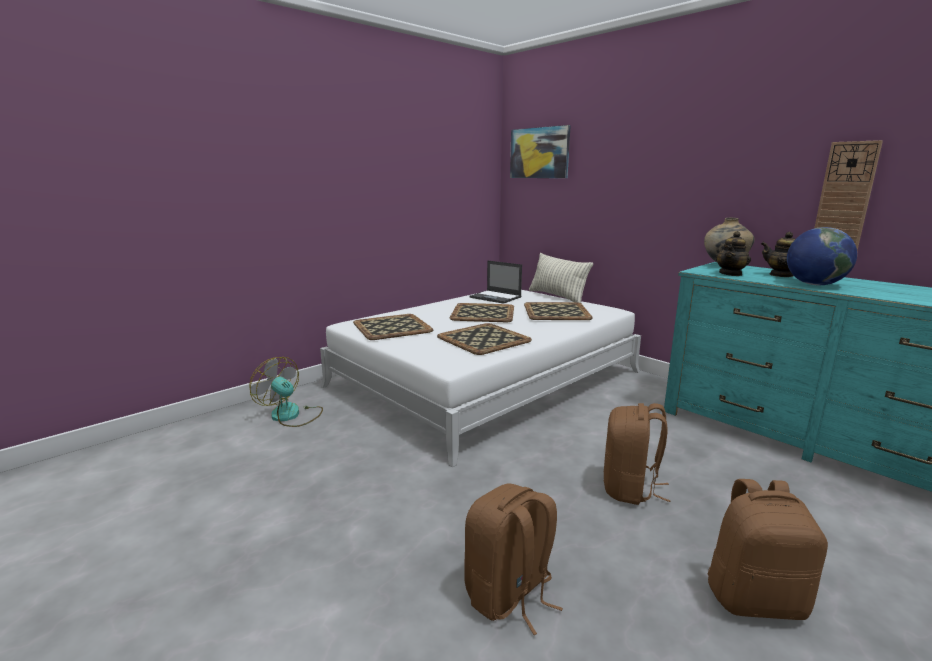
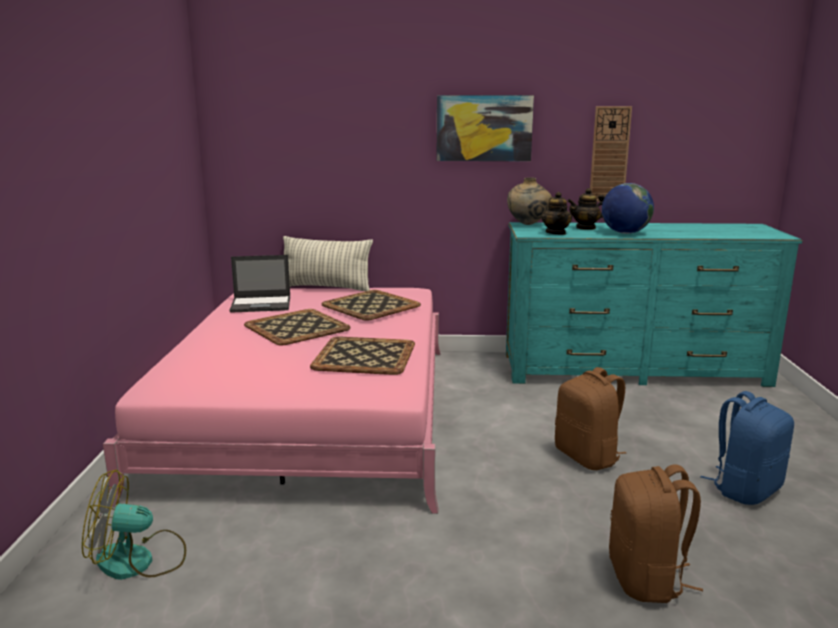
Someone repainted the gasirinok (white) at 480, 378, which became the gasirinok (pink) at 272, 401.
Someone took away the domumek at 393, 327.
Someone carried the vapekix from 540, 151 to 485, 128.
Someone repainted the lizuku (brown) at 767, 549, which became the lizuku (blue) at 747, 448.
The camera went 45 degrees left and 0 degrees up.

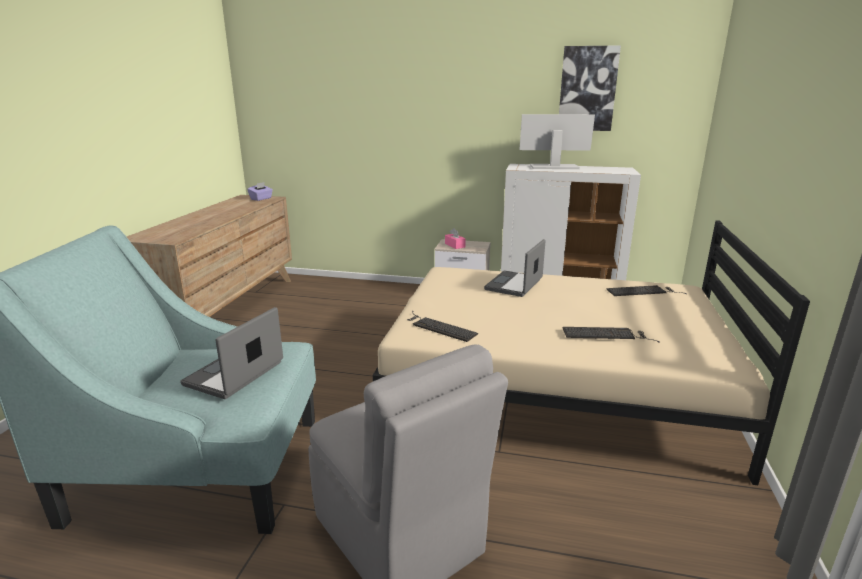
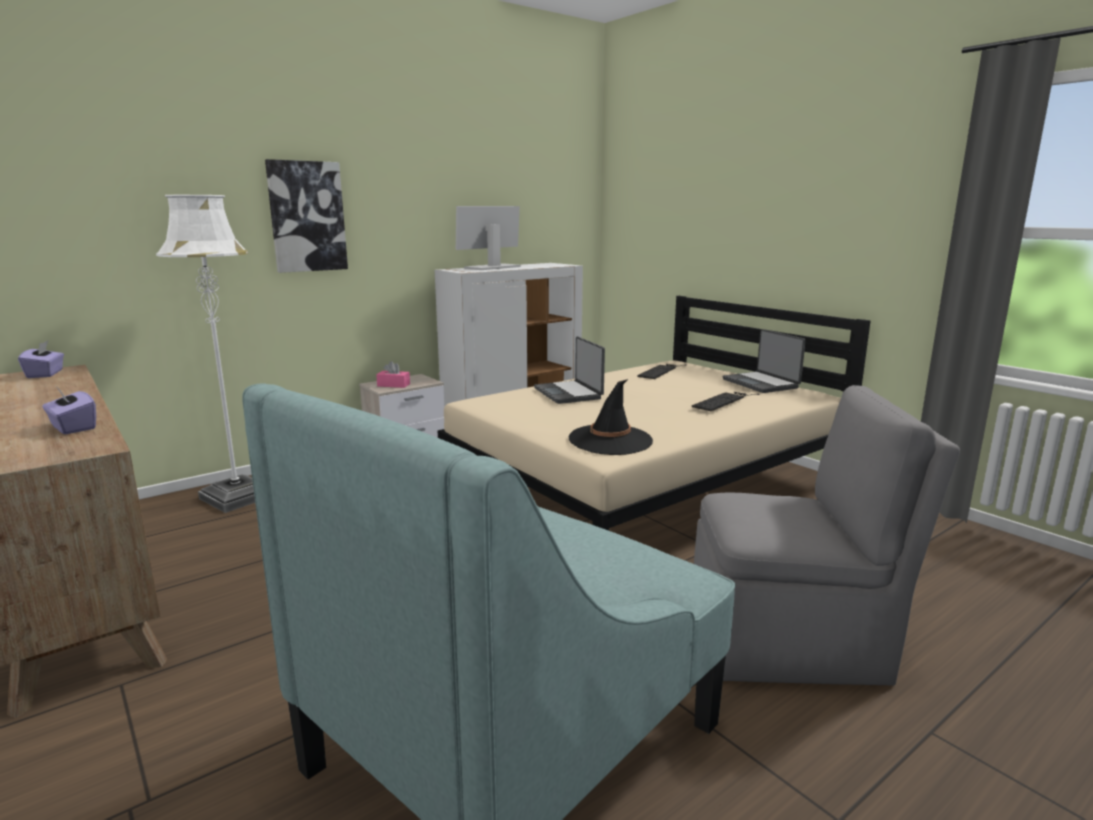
Someone carried the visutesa from 231, 353 to 764, 361.
Someone swapped the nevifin at 442, 326 for the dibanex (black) at 611, 417.
Someone carried the vapekix from 590, 88 to 306, 216.
Someone put down the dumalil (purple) at 69, 410.
Someone put down the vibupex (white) at 205, 354.
The camera went 50 degrees left and 5 degrees down.

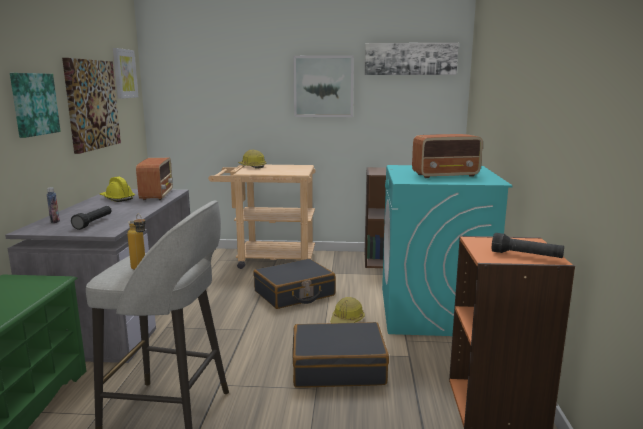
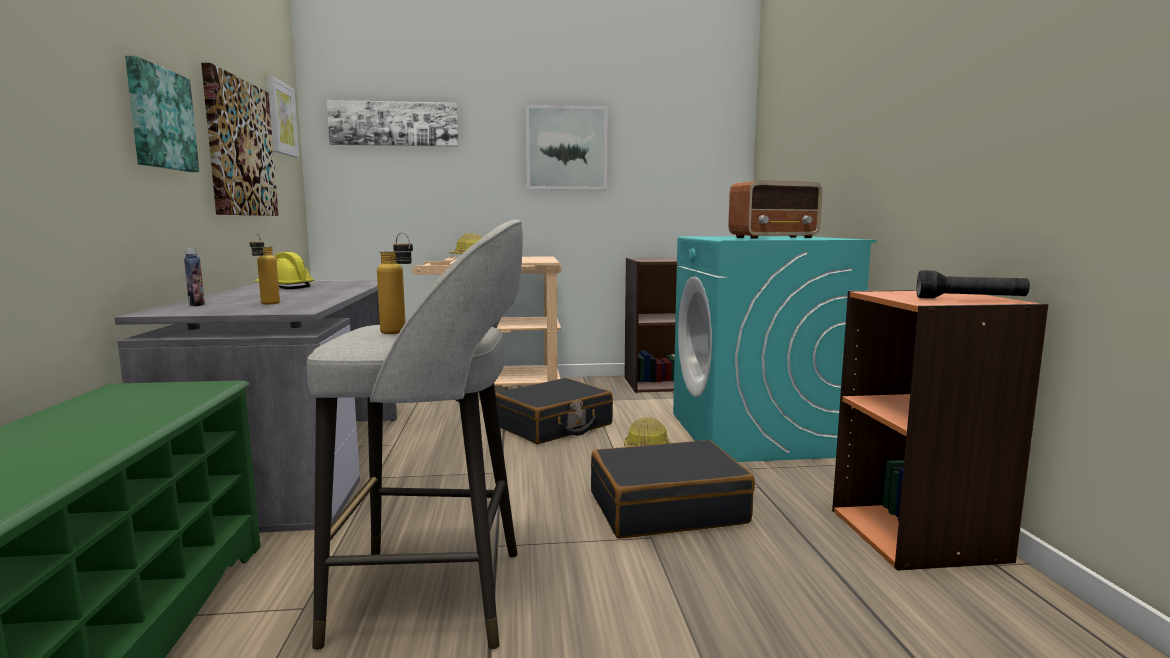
Someone swapped the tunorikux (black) at 91, 218 for the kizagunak at 264, 269.
Someone took away the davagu at 154, 179.
Someone carried the vapekix from 412, 59 to 392, 123.
The camera went 10 degrees left and 5 degrees down.

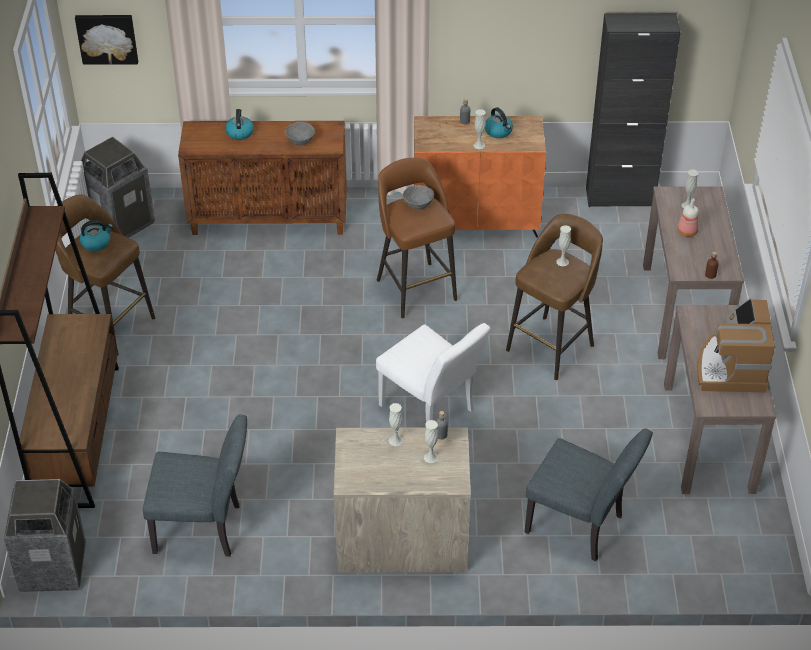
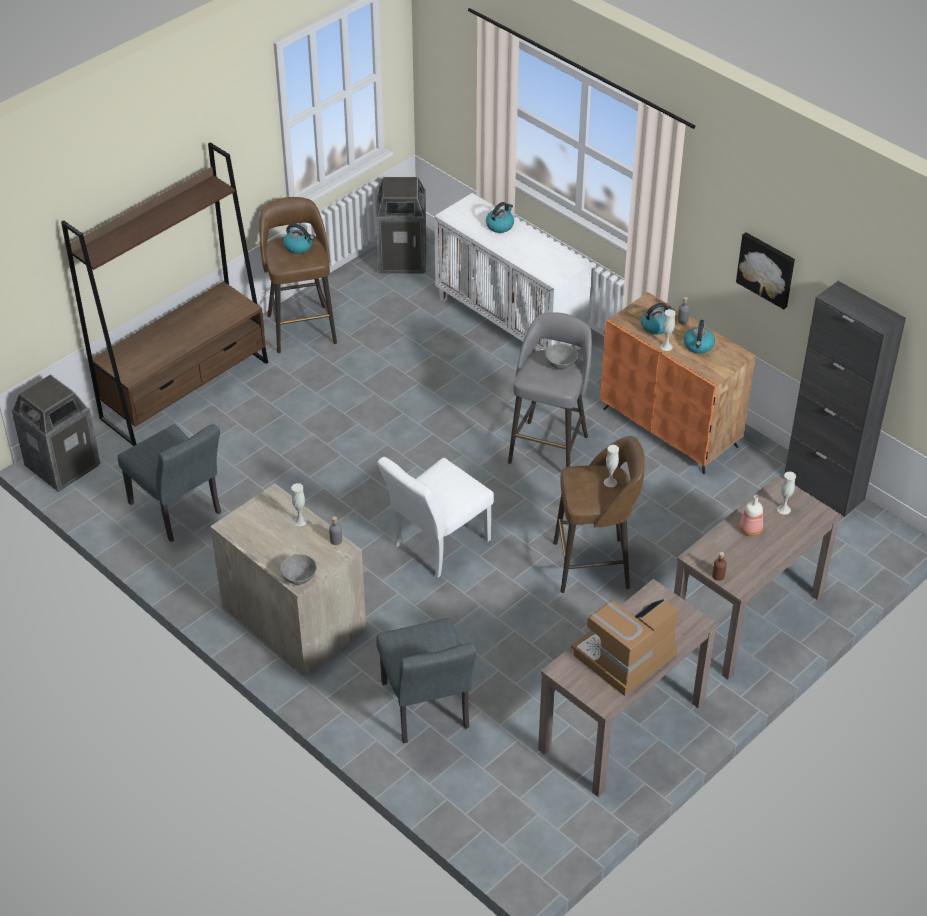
Someone carried the vapekix from 106, 40 to 765, 270.
Someone repainted the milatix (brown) at 262, 178, which became the milatix (white) at 513, 272.
Someone carried the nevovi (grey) from 300, 134 to 298, 569.
Someone rotated the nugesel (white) at 433, 372 by 45 degrees clockwise.
Someone repainted the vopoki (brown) at 417, 238, which became the vopoki (grey) at 550, 389.
Someone took away the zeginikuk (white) at 431, 441.
Someone put down the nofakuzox at 657, 319.
The camera went 45 degrees right and 0 degrees up.

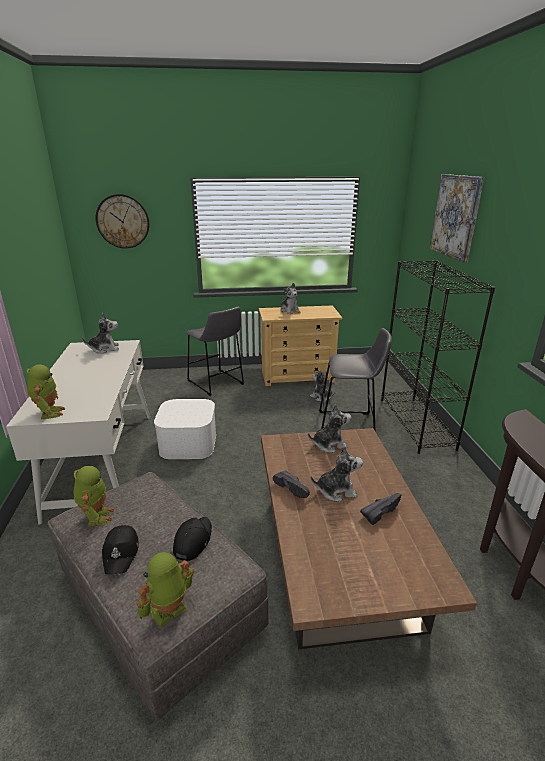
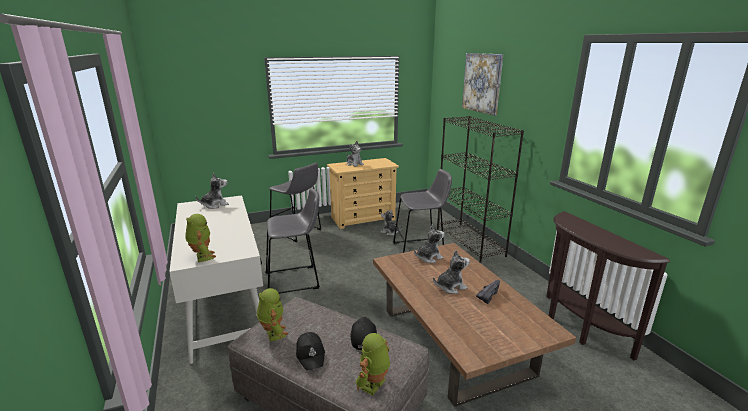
Someone took away the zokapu at 122, 221.
Someone swapped the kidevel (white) at 185, 429 for the vopoki (grey) at 292, 241.
Someone took away the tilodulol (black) at 291, 484.
The camera went 15 degrees left and 5 degrees down.

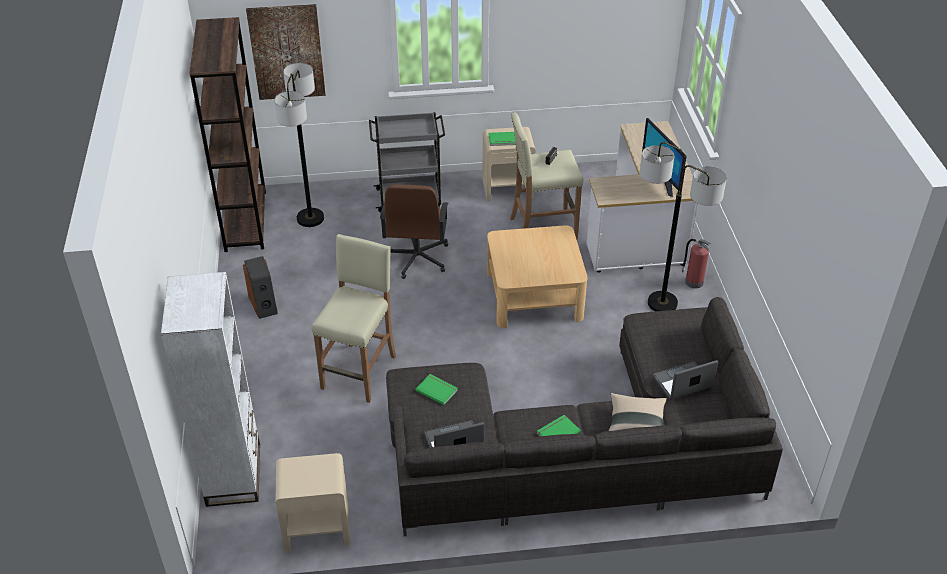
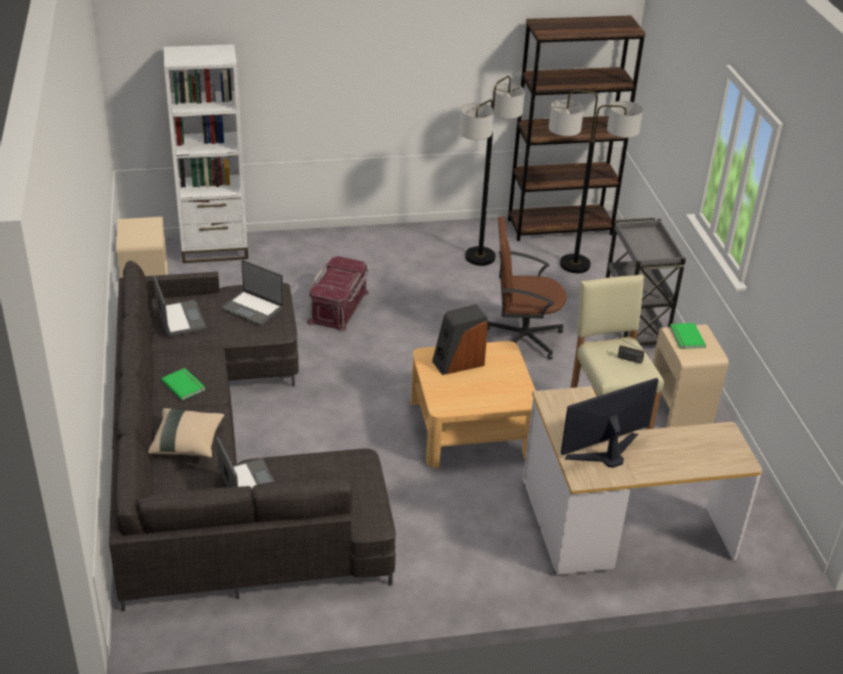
Someone carried the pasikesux from 260, 287 to 460, 339.
Someone took away the vapekix at 286, 52.
Someone swapped the vopoki (beige) at 353, 318 for the kidevel (red) at 338, 294.
Someone swapped the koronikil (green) at 436, 389 for the visutesa at 252, 293.
Someone carried the vibupex from 683, 226 to 492, 171.
Someone took away the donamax at 696, 264.
The camera went 85 degrees right and 5 degrees down.

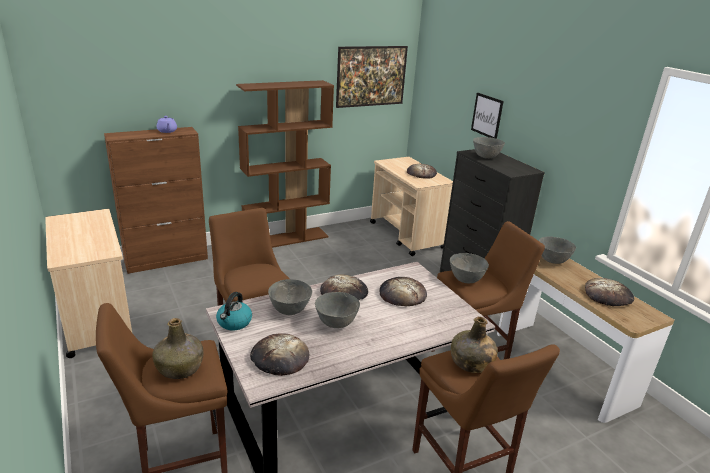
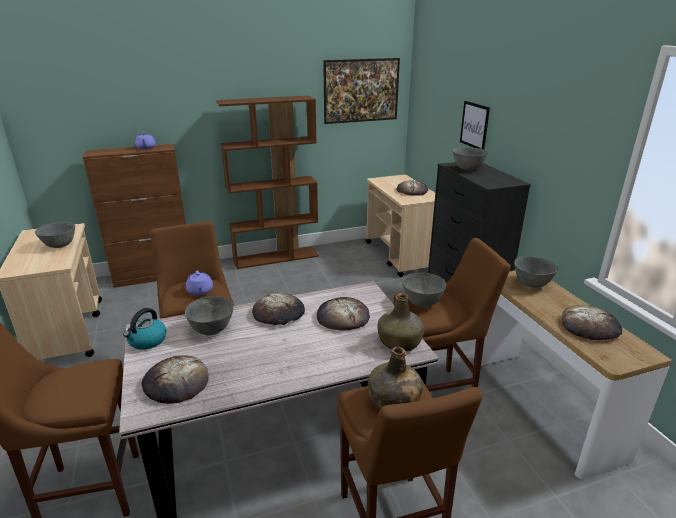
Someone carried the kizagunak (green) from 177, 348 to 400, 322.
Someone carried the nevovi (grey) from 337, 310 to 55, 235.
Someone put down the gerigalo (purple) at 199, 283.
The camera went 10 degrees right and 0 degrees up.

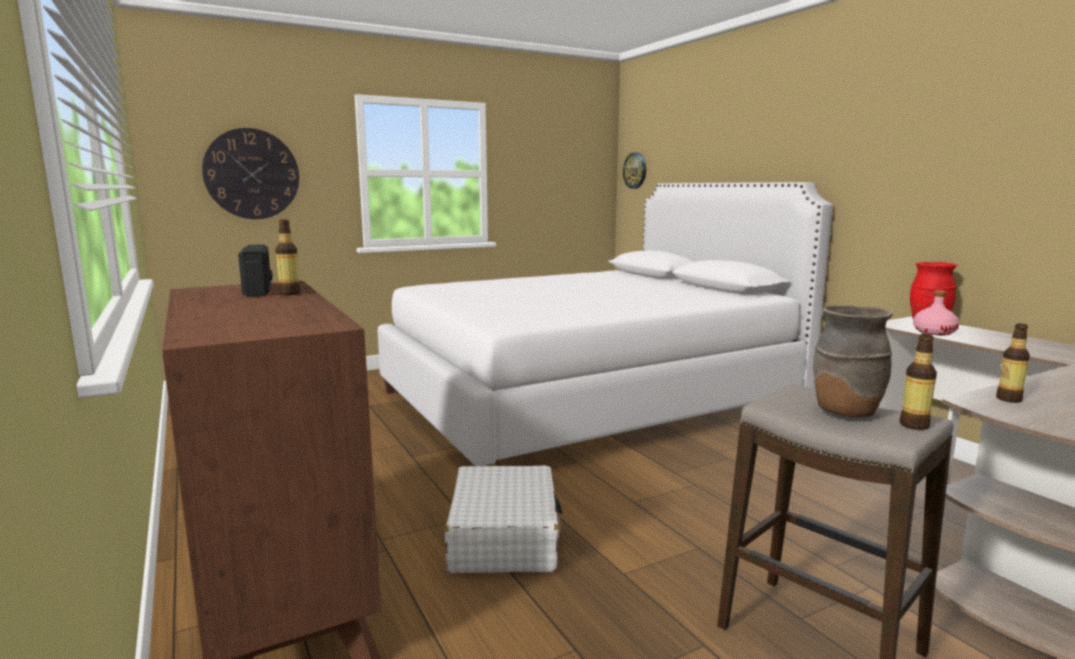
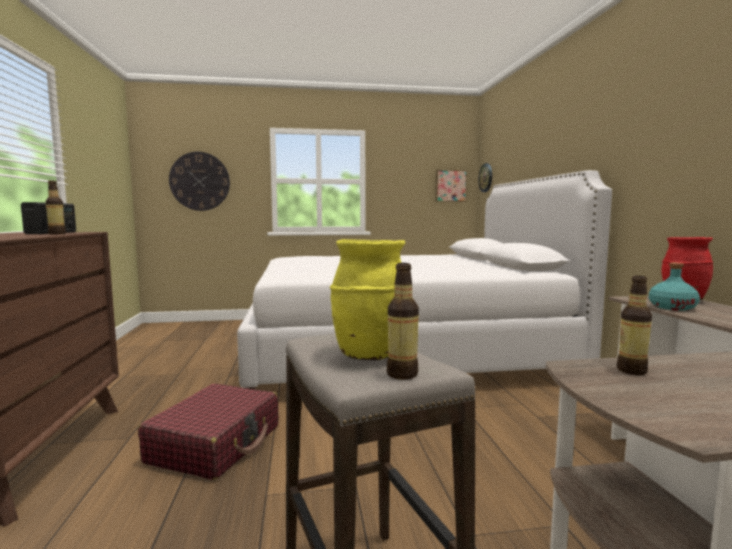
Someone repainted the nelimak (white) at 503, 519, which became the nelimak (red) at 208, 431.
Someone repainted the zeginikuk (brown) at 853, 361, which became the zeginikuk (yellow) at 367, 299.
Someone repainted the kizagunak (pink) at 936, 313, which became the kizagunak (turquoise) at 674, 286.
Someone put up the vapekix at 451, 185.
The camera went 20 degrees right and 5 degrees down.

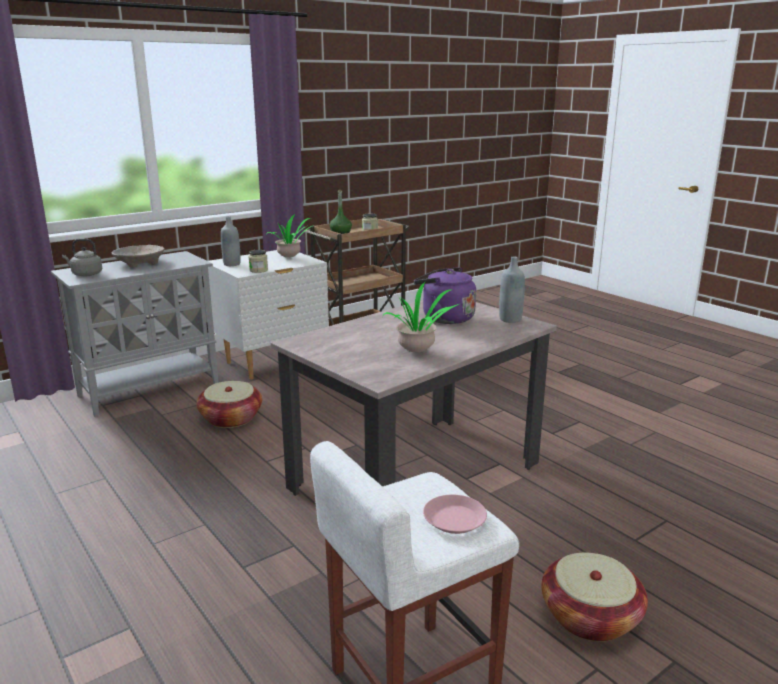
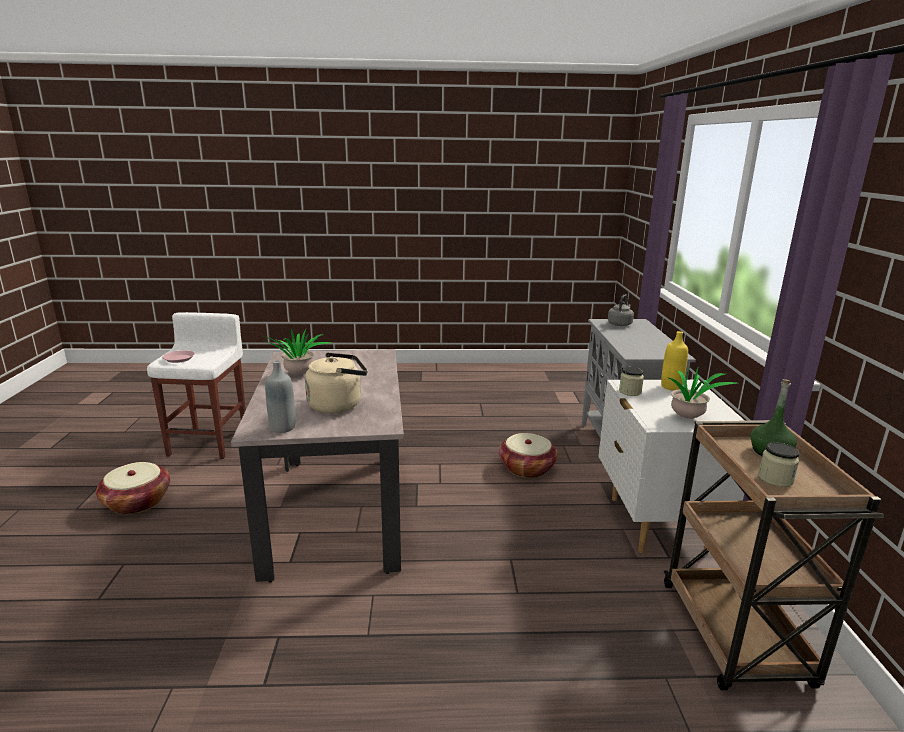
Someone took away the nevovi (beige) at 138, 256.
Someone repainted the kizagunak (grey) at 231, 241, which became the kizagunak (yellow) at 674, 361.
Someone repainted the nofakuzox (purple) at 445, 295, which became the nofakuzox (beige) at 336, 383.
The camera went 125 degrees right and 0 degrees up.

